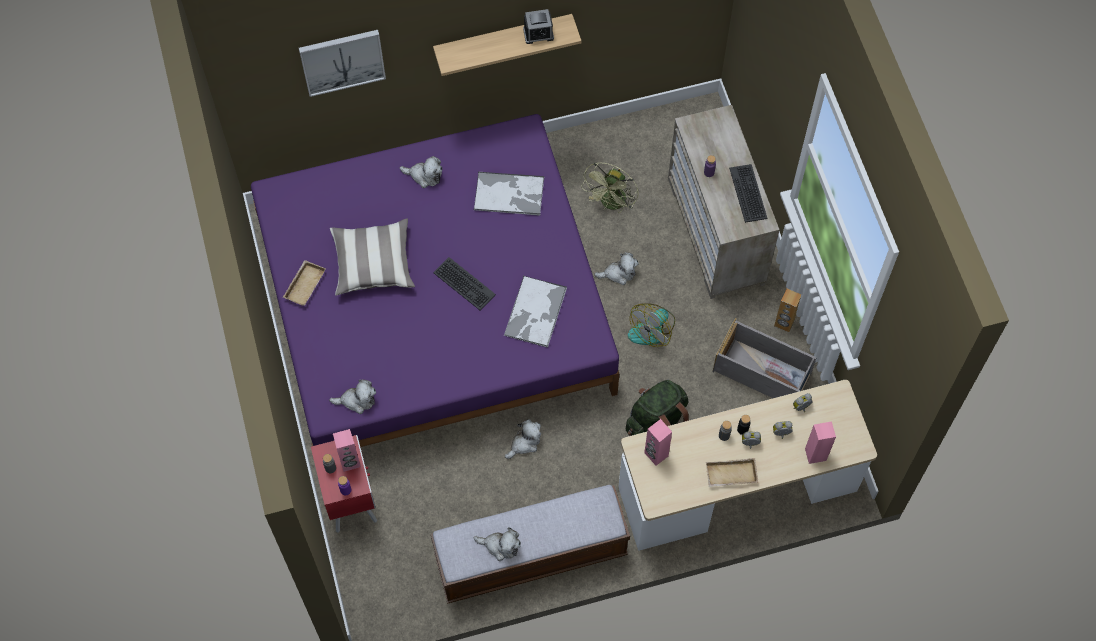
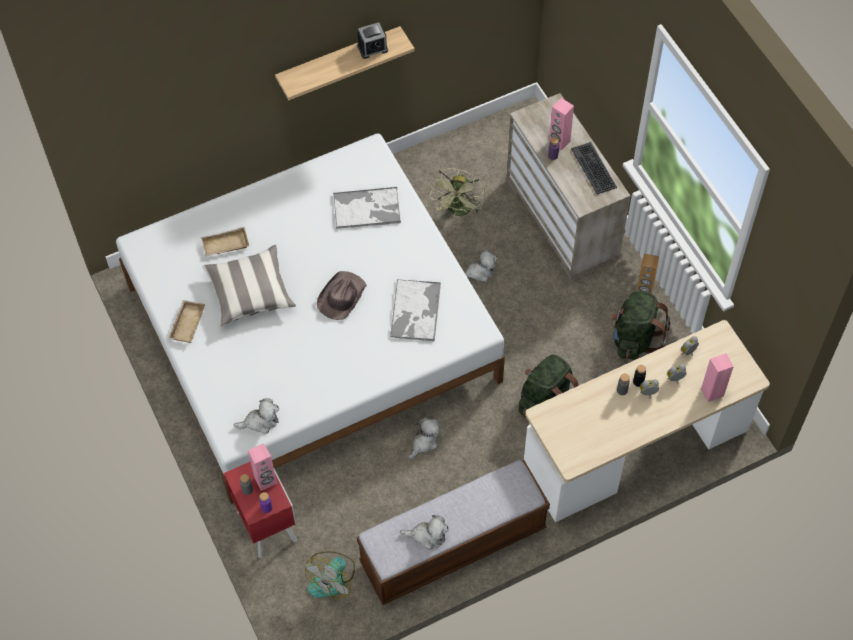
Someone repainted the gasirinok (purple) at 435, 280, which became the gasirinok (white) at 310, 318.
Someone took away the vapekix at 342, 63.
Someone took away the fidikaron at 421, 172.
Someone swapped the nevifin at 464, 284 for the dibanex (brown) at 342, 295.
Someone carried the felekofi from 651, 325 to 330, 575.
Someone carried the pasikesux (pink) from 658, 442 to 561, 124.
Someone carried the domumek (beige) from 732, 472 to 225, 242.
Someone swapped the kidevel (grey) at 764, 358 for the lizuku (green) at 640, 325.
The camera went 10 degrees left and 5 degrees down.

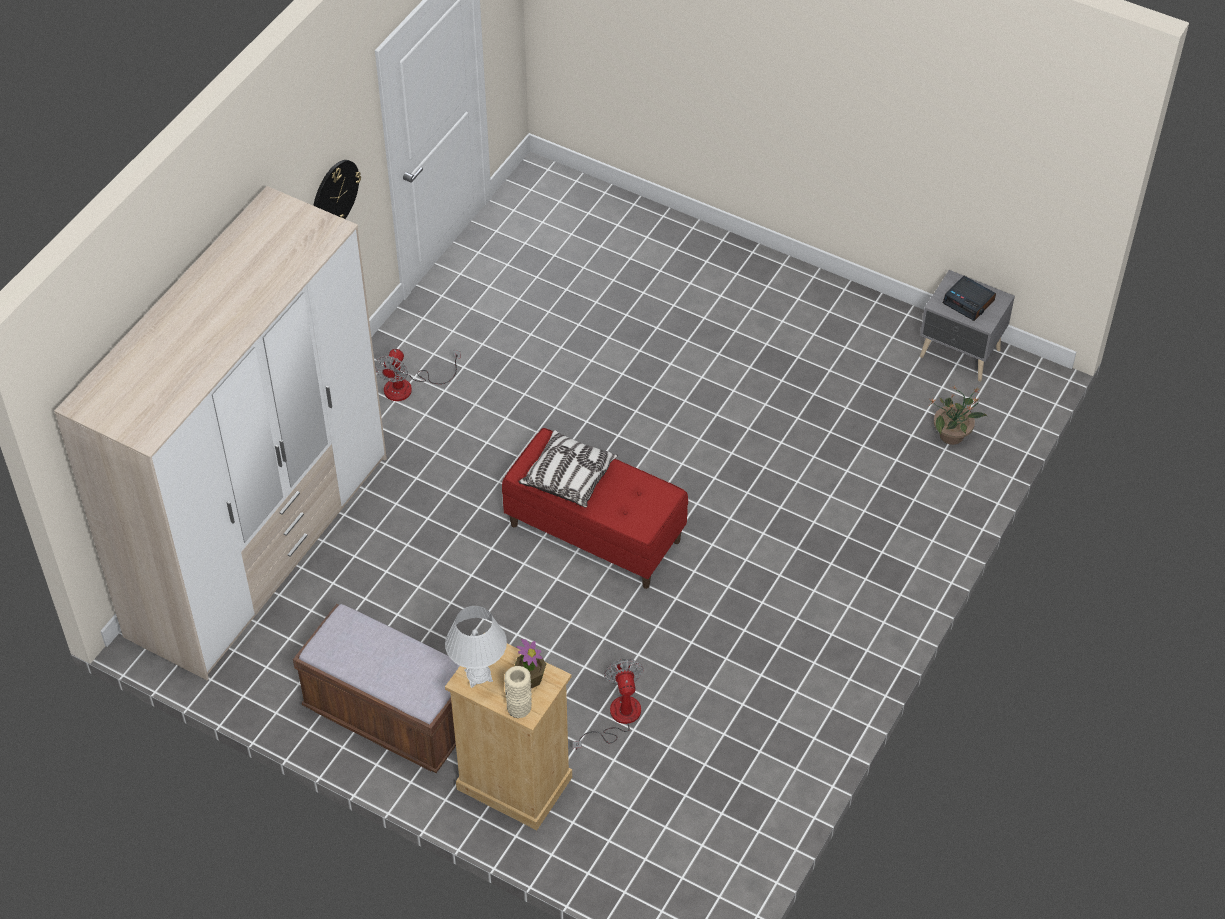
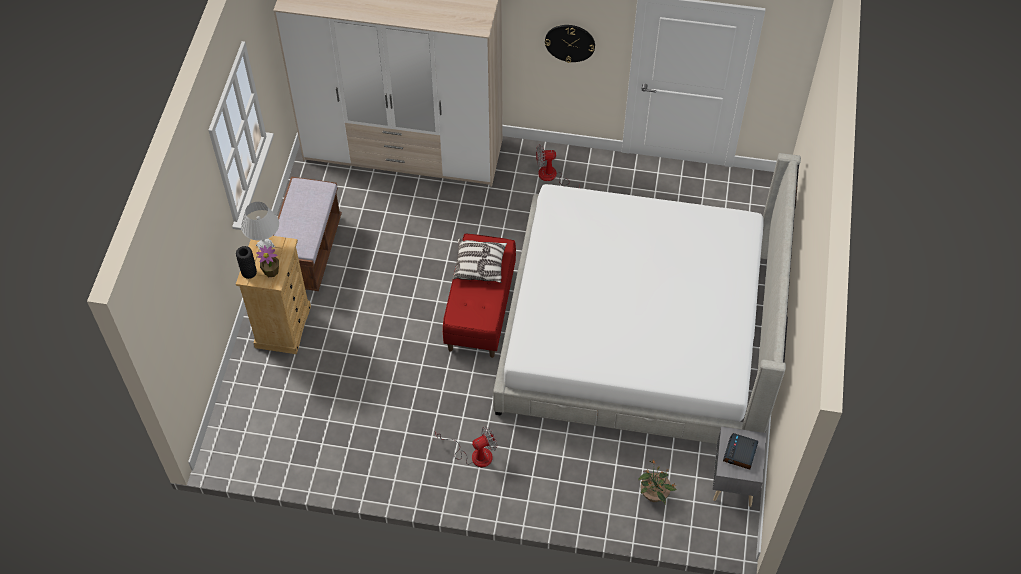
Someone repainted the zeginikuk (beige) at 518, 692, which became the zeginikuk (black) at 246, 262.
Someone carried the felekofi from 608, 704 to 466, 446.
Someone put down the gasirinok at 647, 298.
The camera went 70 degrees right and 5 degrees up.

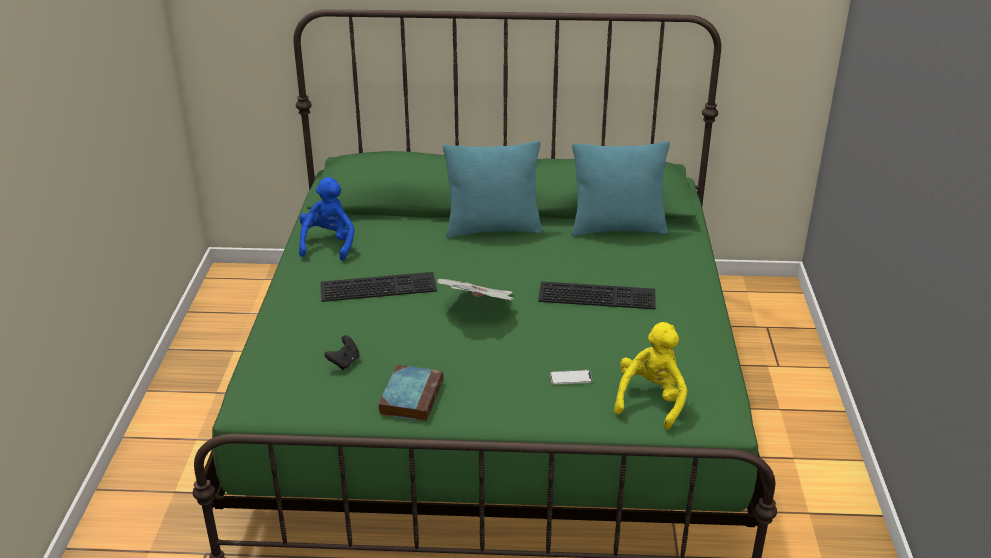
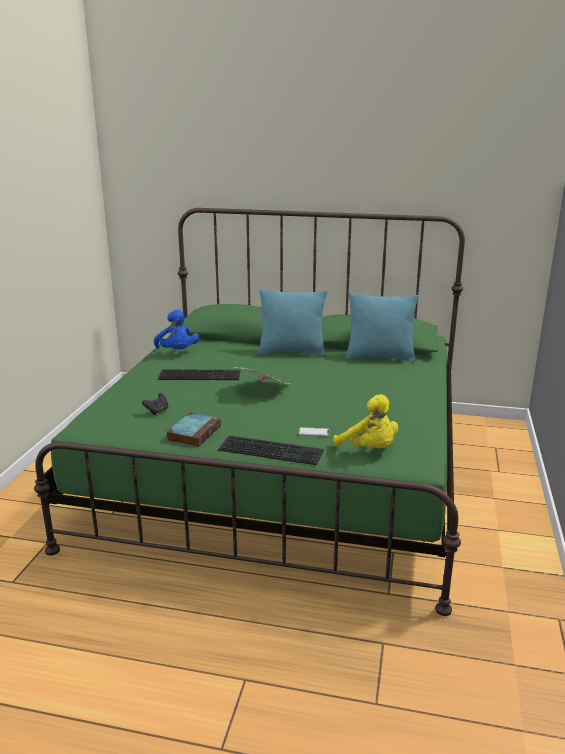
Someone rotated the fidikaron (blue) at 326, 219 by 135 degrees clockwise.
Someone carried the nevifin from 597, 295 to 271, 450.
Someone rotated the fidikaron (yellow) at 650, 376 by 105 degrees clockwise.
The camera went 10 degrees right and 10 degrees down.

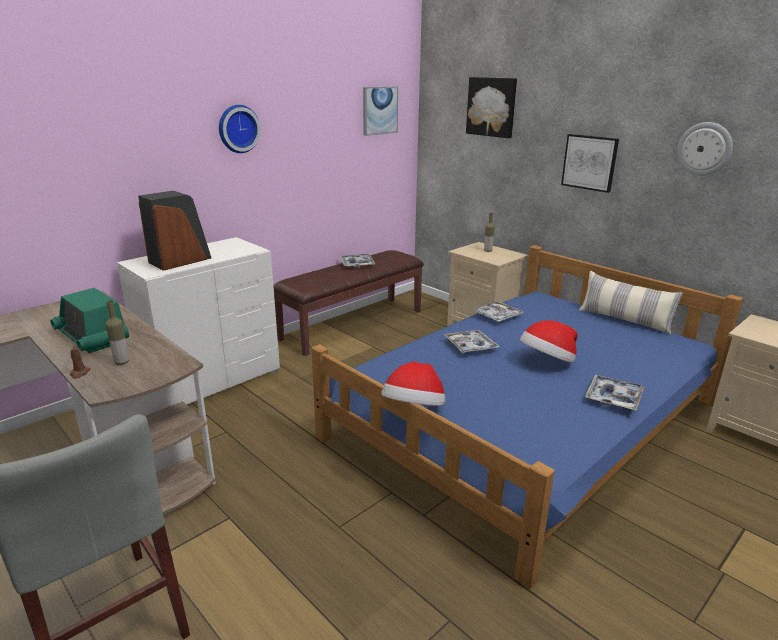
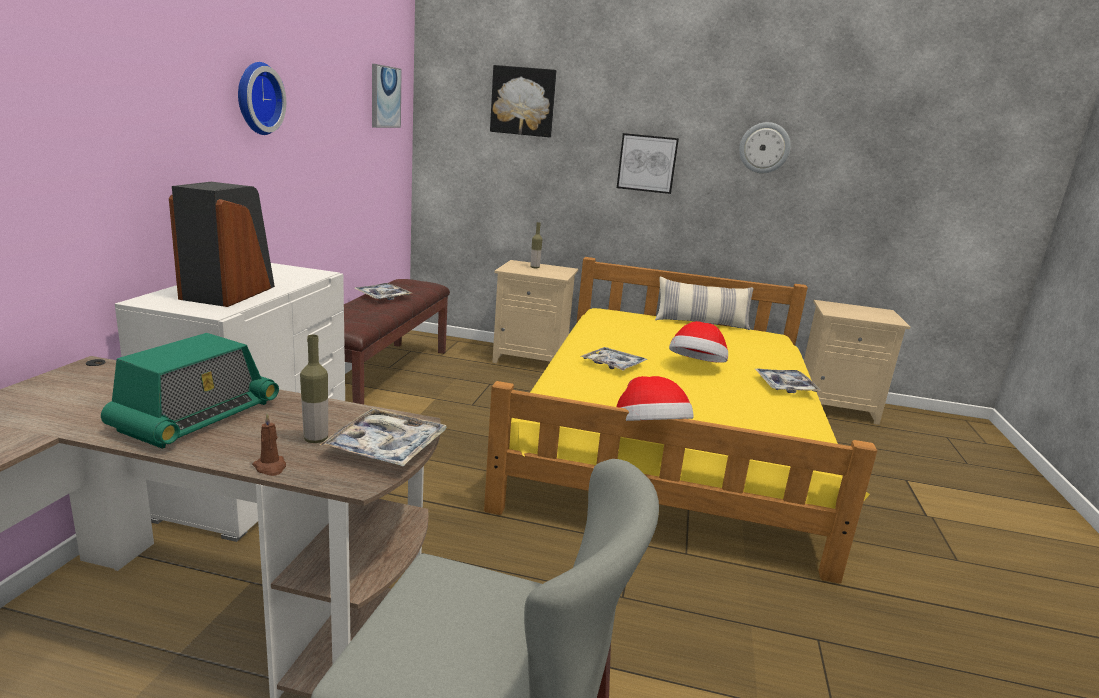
Someone rotated the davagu at 90, 320 by 75 degrees counterclockwise.
Someone repainted the gasirinok (blue) at 527, 417, which became the gasirinok (yellow) at 680, 420.
Someone carried the domumek from 498, 311 to 383, 437.
The camera went 35 degrees left and 5 degrees down.

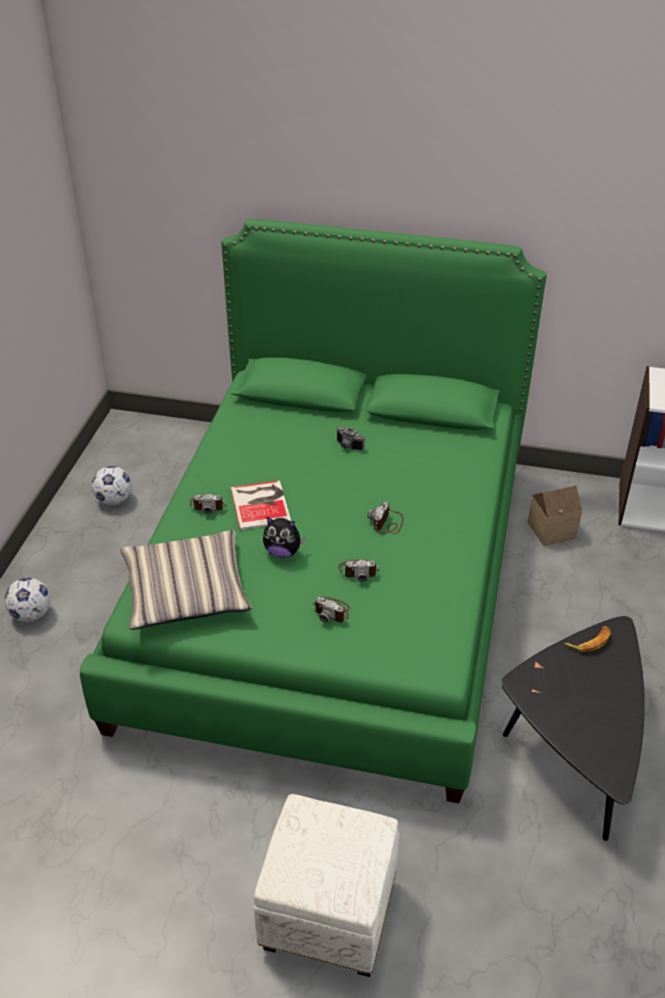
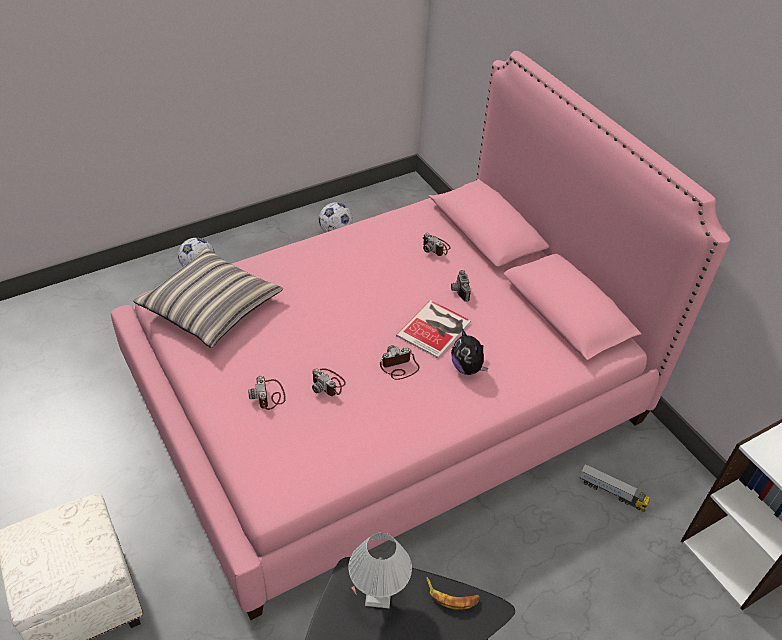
Someone repainted the gasirinok (green) at 313, 511, which became the gasirinok (pink) at 420, 335.
Someone carried the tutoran from 208, 504 to 436, 244.
Someone carried the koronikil from 261, 505 to 433, 329.
Someone carried the fidikaron from 284, 537 to 469, 352.
Someone swapped the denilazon at 555, 516 for the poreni at 614, 488.
Someone put down the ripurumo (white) at 380, 570.
The camera went 45 degrees right and 5 degrees up.

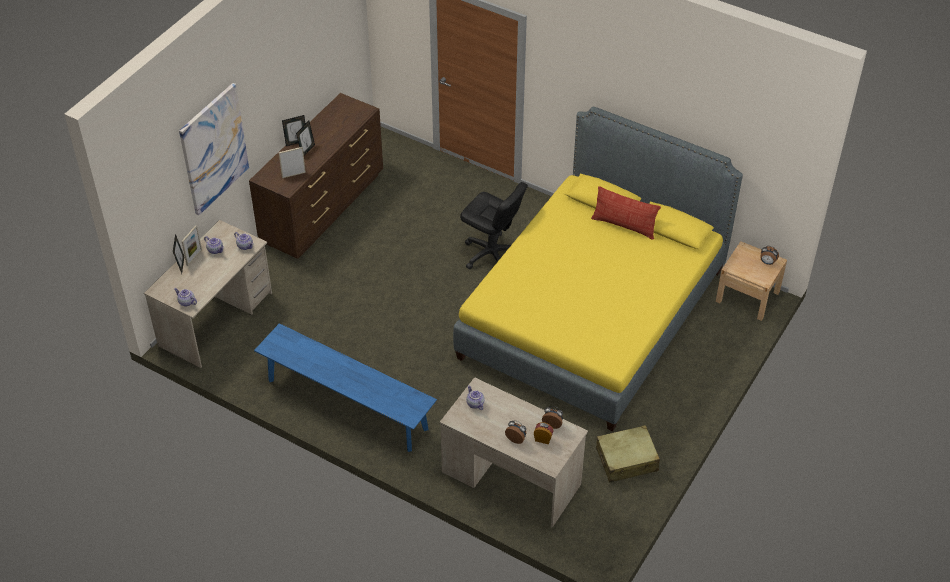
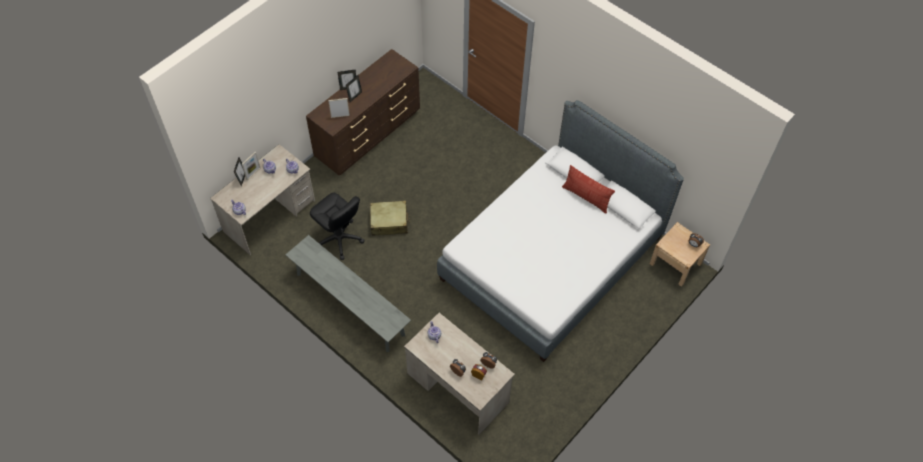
Someone took away the vapekix at 214, 149.
Someone repainted the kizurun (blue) at 345, 387, which became the kizurun (grey) at 348, 293.
Someone repainted the gasirinok (yellow) at 598, 269, which became the gasirinok (white) at 560, 231.
Someone carried the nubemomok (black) from 494, 225 to 337, 226.
Someone carried the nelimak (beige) from 628, 453 to 390, 218.
The camera went 10 degrees right and 10 degrees up.

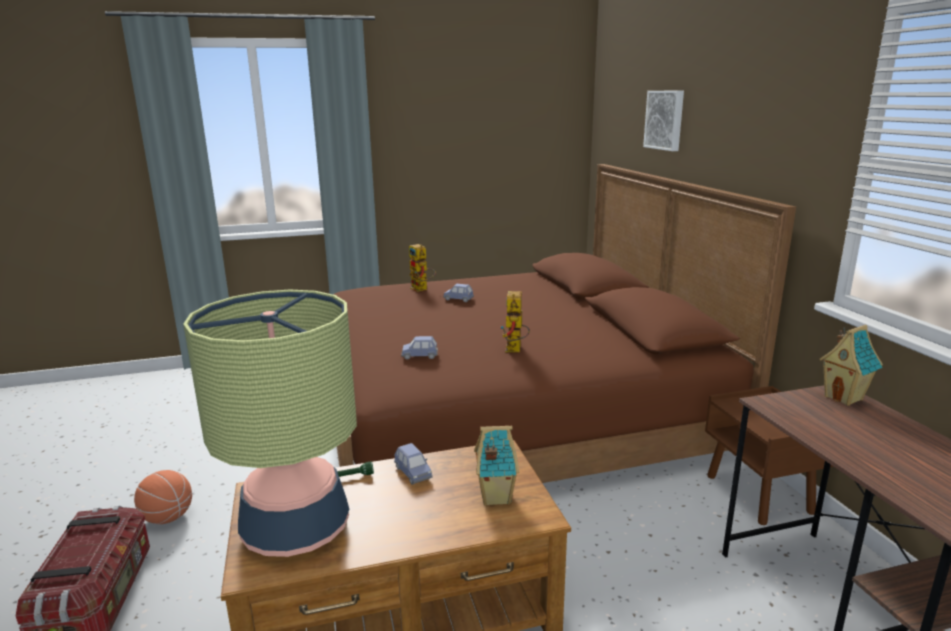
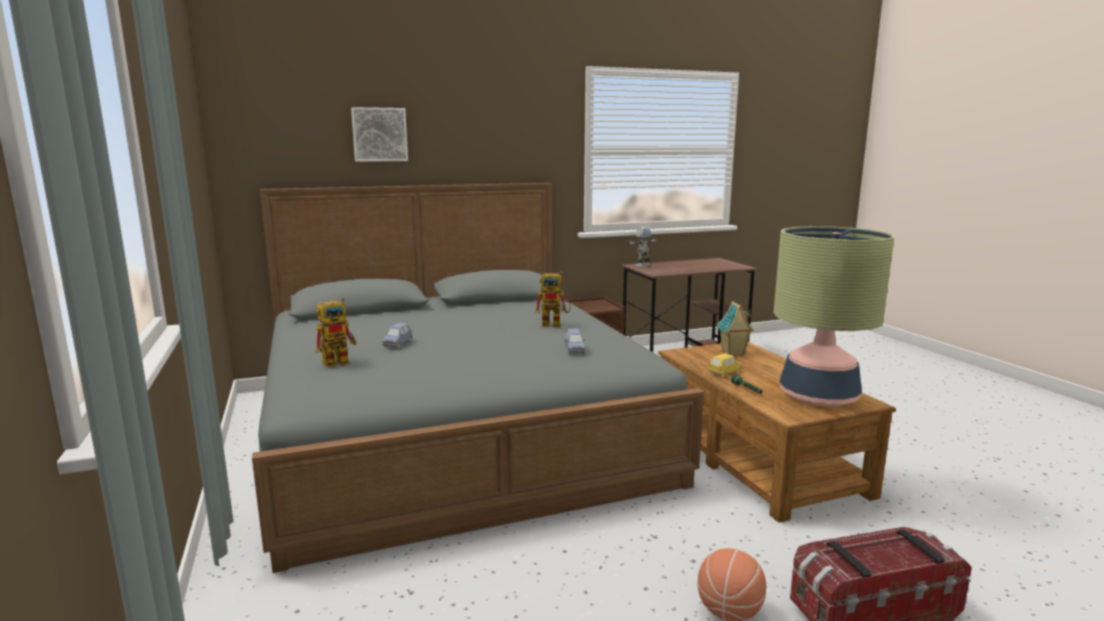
Someone repainted the gasirinok (brown) at 564, 323, which became the gasirinok (grey) at 478, 378.
Someone repainted the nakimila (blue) at 413, 464, which became the nakimila (yellow) at 725, 365.
Someone swapped the denilazon at 851, 365 for the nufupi at 642, 247.
The camera went 95 degrees left and 5 degrees down.

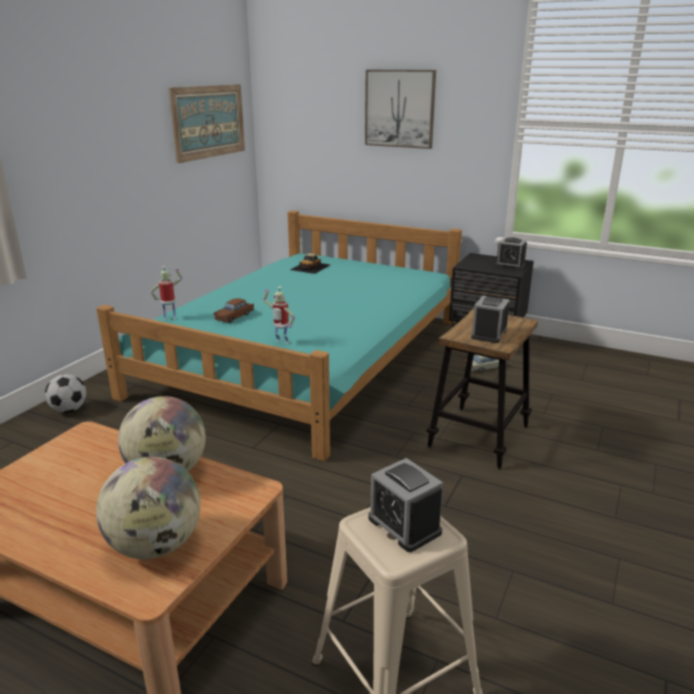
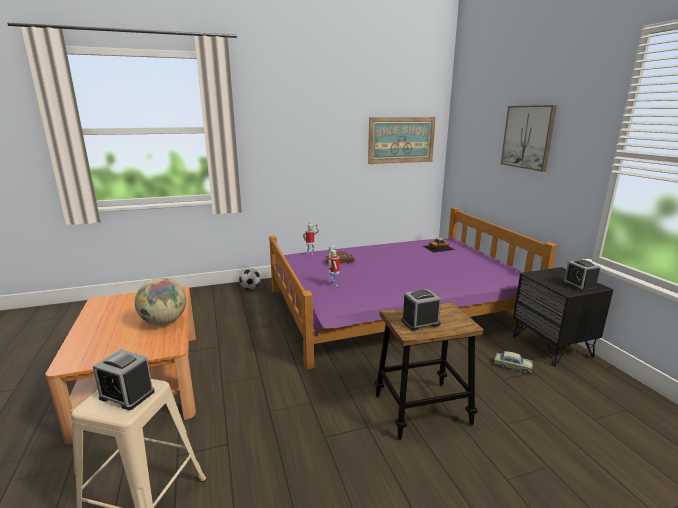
Someone repainted the gasirinok (turquoise) at 279, 335, which became the gasirinok (purple) at 413, 288.
Someone took away the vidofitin at 148, 508.
Someone rotated the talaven at 405, 505 by 75 degrees counterclockwise.
The camera went 45 degrees right and 5 degrees down.

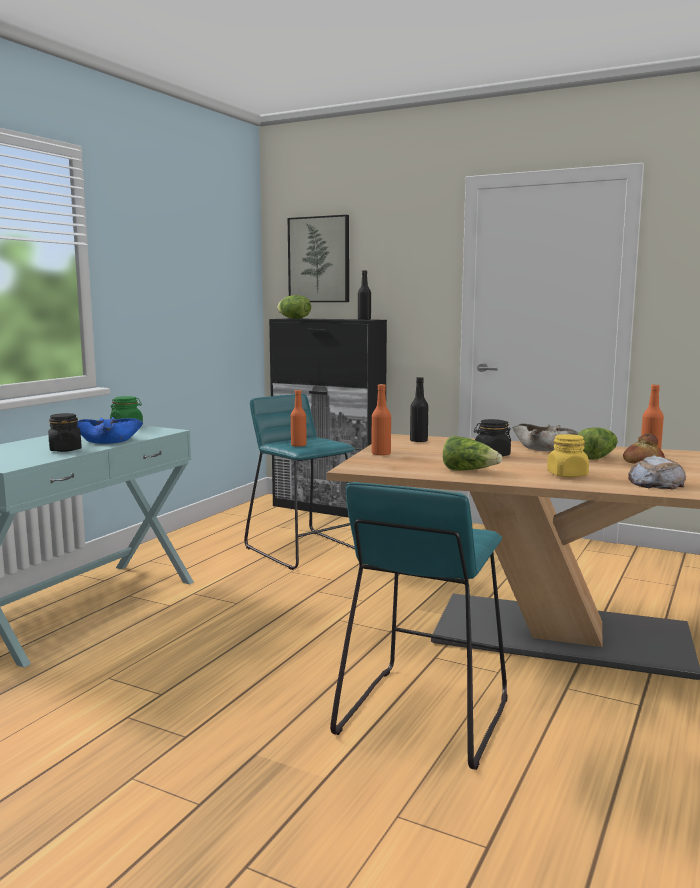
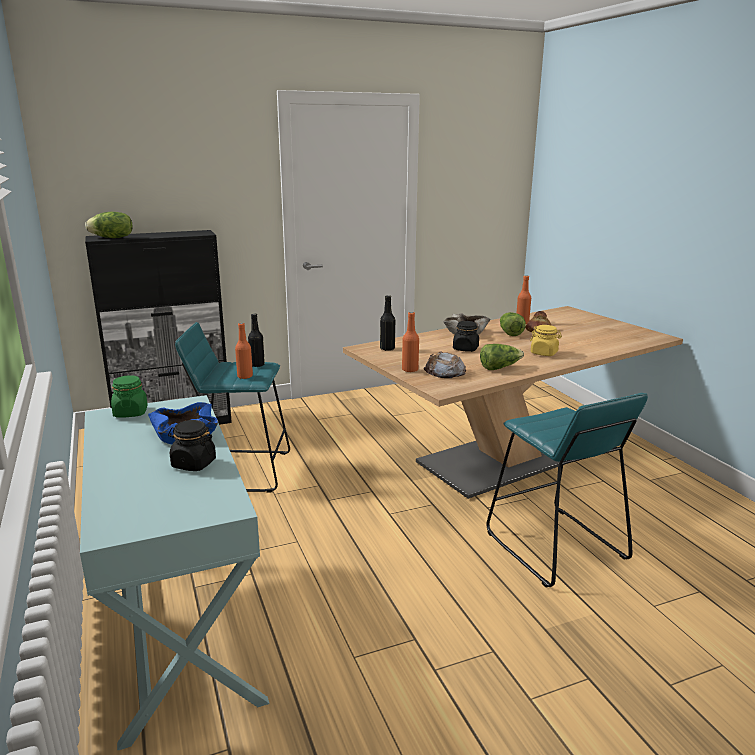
Someone took away the vapekix at 318, 258.
Someone carried the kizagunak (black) from 364, 295 to 256, 340.
Someone carried the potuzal from 657, 472 to 445, 365.
The camera went 50 degrees left and 10 degrees up.

